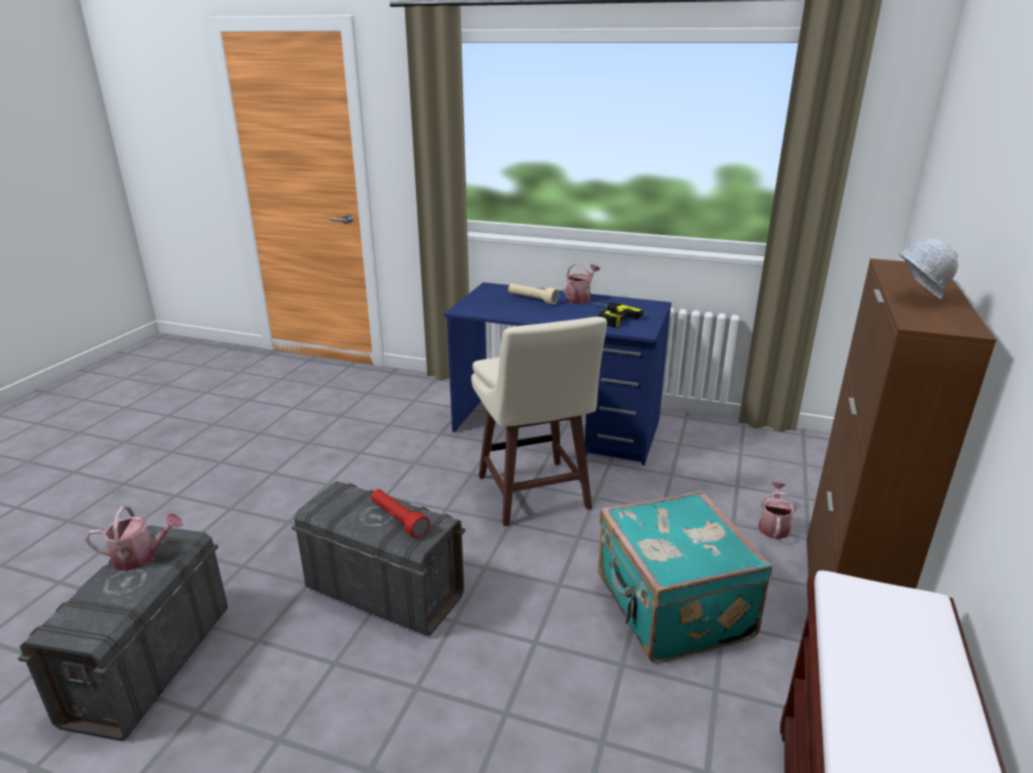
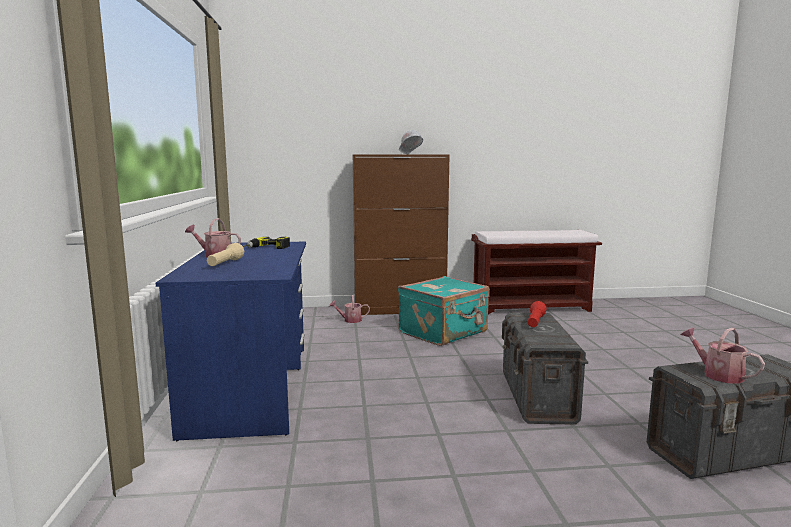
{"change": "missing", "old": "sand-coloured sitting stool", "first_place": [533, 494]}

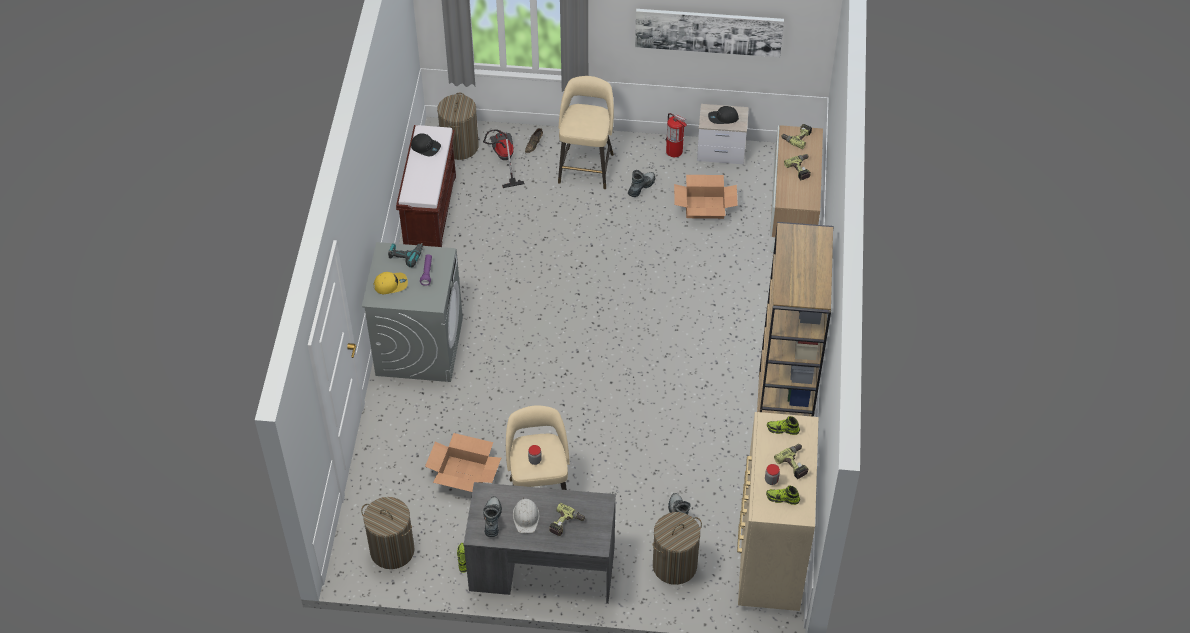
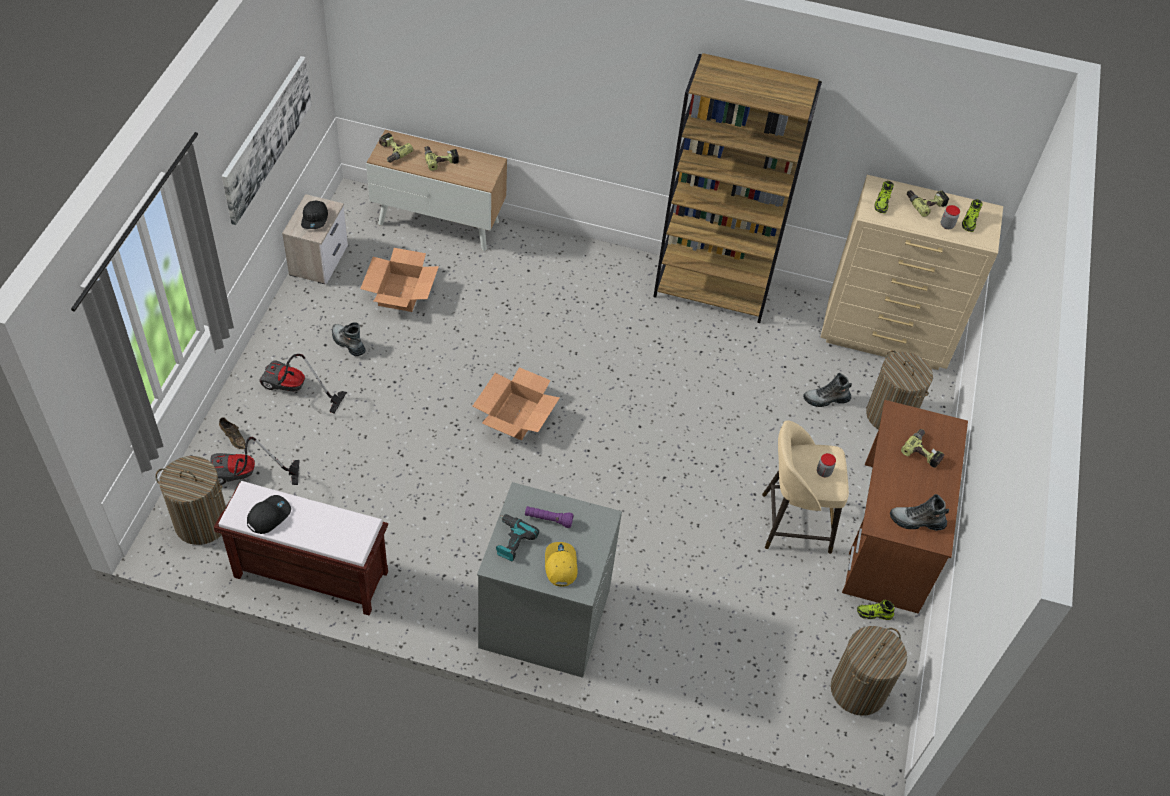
{"change": "relocated", "old": "packing box", "first_place": [464, 473], "second_place": [515, 416]}
{"change": "colour", "old": "greyish desk unit", "new": "brownish desk unit", "first_place": [542, 569], "second_place": [890, 536]}
{"change": "missing", "old": "white-coloured safety helmet", "first_place": [526, 517]}
{"change": "exchanged", "old": "sand-coloured sitting stool", "new": "hoover", "first_place": [586, 167], "second_place": [294, 390]}
{"change": "missing", "old": "fire extinguisher", "first_place": [674, 151]}

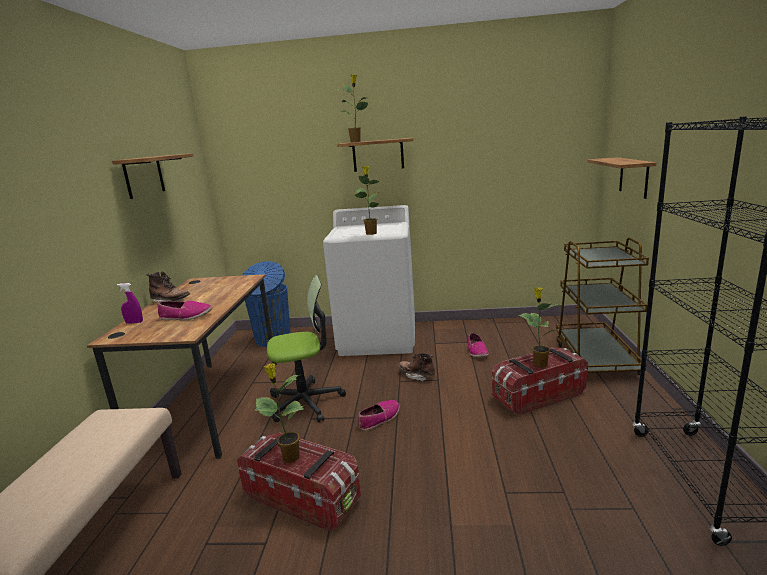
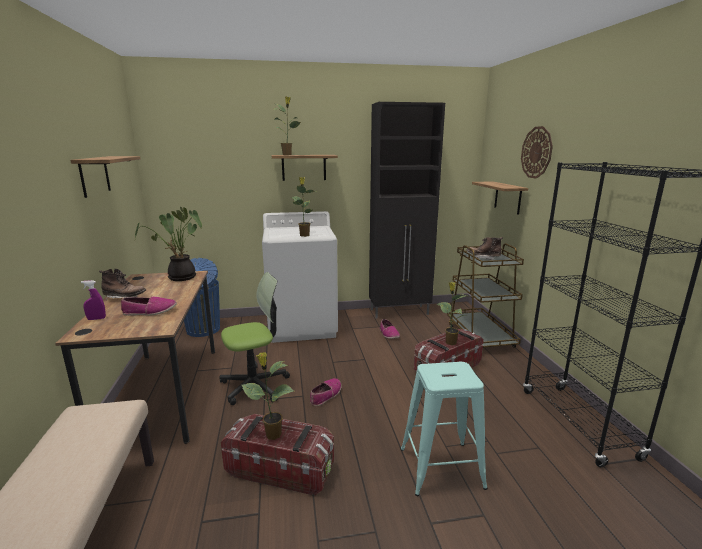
{"change": "relocated", "old": "brownish high-top boot", "first_place": [416, 375], "second_place": [483, 257]}
{"change": "appeared", "new": "plant in a pot", "second_place": [180, 278]}
{"change": "appeared", "new": "black-coloured cabinet", "second_place": [400, 312]}
{"change": "appeared", "new": "blue-green sitting stool", "second_place": [441, 468]}
{"change": "appeared", "new": "clock on the wall", "second_place": [536, 152]}

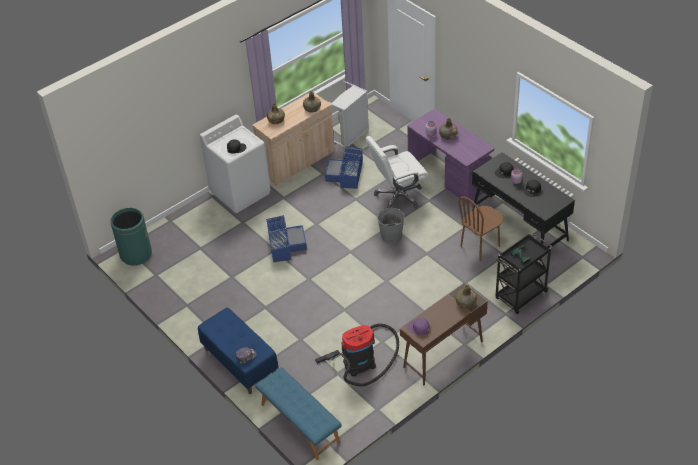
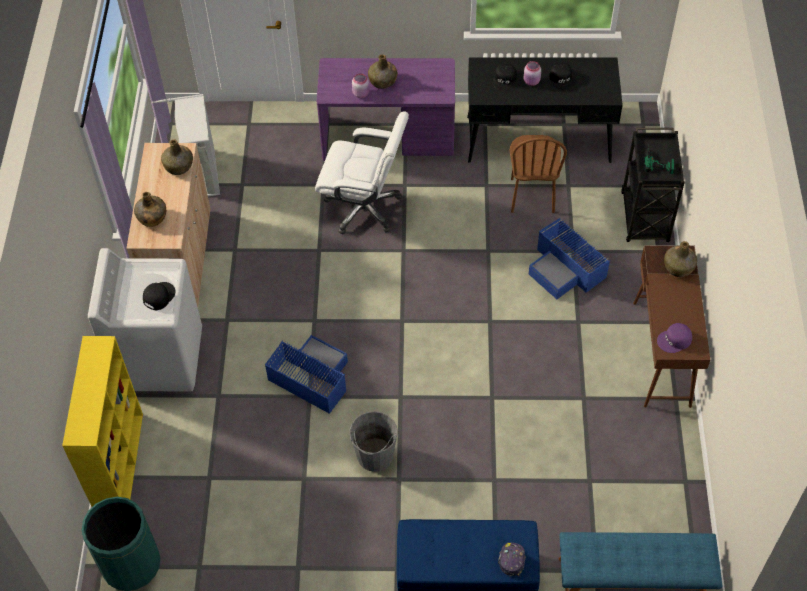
{"change": "missing", "old": "hoover", "first_place": [362, 362]}
{"change": "relocated", "old": "bluish storage box", "first_place": [346, 174], "second_place": [566, 269]}
{"change": "spun", "old": "white-coloured office chair", "first_place": [398, 196], "second_place": [364, 208], "degrees": -90}
{"change": "relocated", "old": "greyish pail", "first_place": [391, 236], "second_place": [375, 455]}
{"change": "appeared", "new": "yellow-coloured bookshelf", "second_place": [120, 463]}

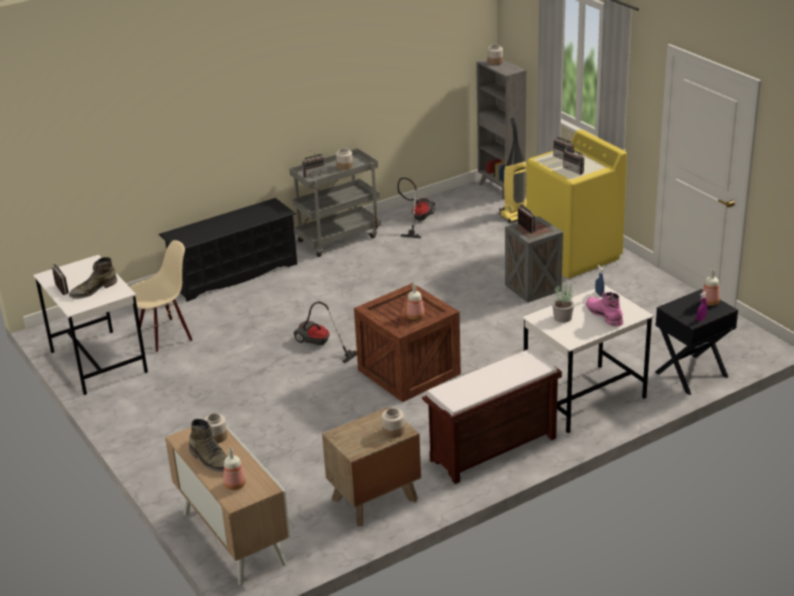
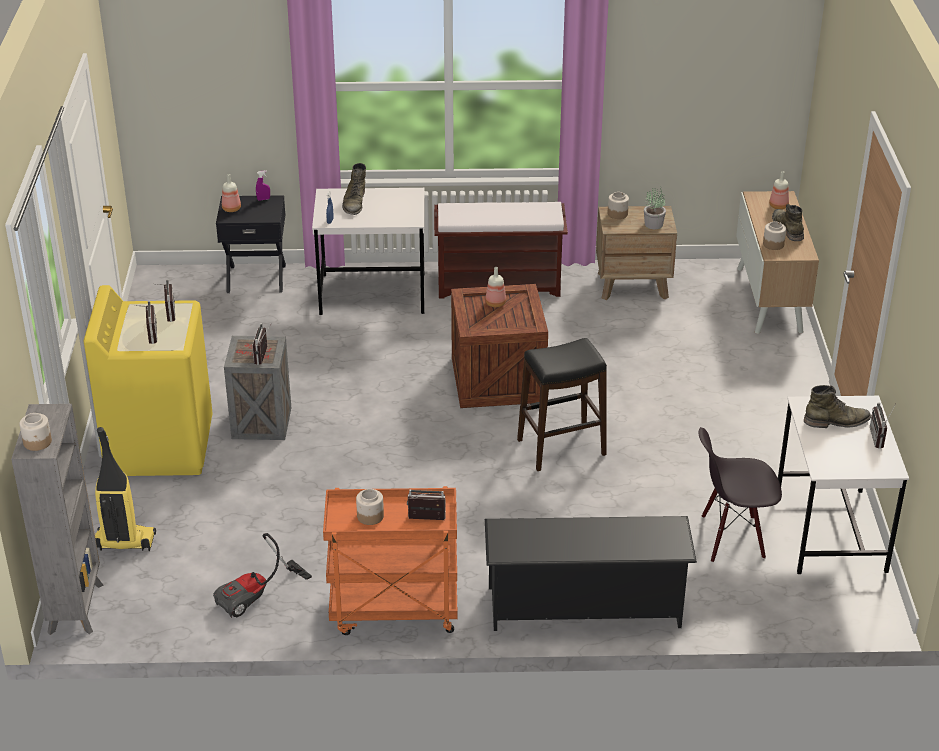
{"change": "colour", "old": "sand-coloured upright chair", "new": "black-coloured upright chair", "first_place": [165, 336], "second_place": [732, 538]}
{"change": "colour", "old": "greyish trolley", "new": "orange-coloured trolley", "first_place": [339, 238], "second_place": [393, 612]}
{"change": "exchanged", "old": "hoover", "new": "black-coloured sitting stool", "first_place": [319, 345], "second_place": [561, 447]}
{"change": "relocated", "old": "plant in a pot", "first_place": [563, 318], "second_place": [653, 224]}
{"change": "colour", "old": "pinkish high-top boot", "new": "greenish high-top boot", "first_place": [604, 315], "second_place": [354, 203]}

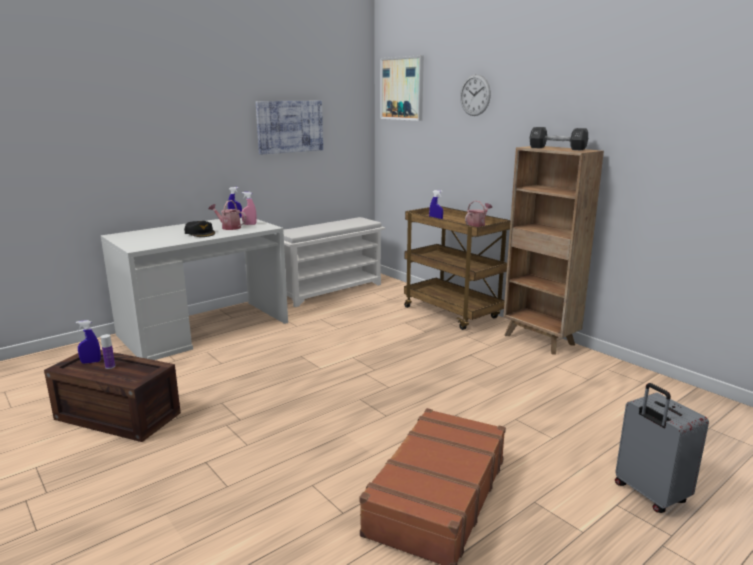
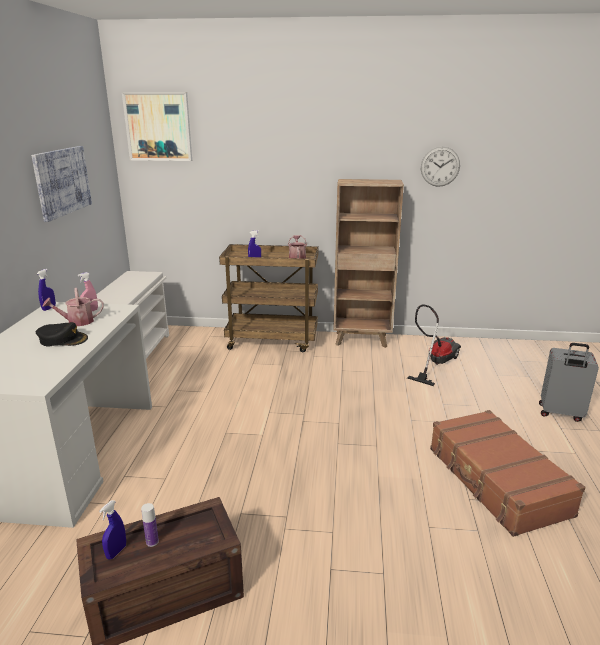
{"change": "relocated", "old": "clock on the wall", "first_place": [475, 95], "second_place": [440, 166]}
{"change": "missing", "old": "black-coloured dumbbell", "first_place": [557, 148]}
{"change": "appeared", "new": "hoover", "second_place": [434, 363]}

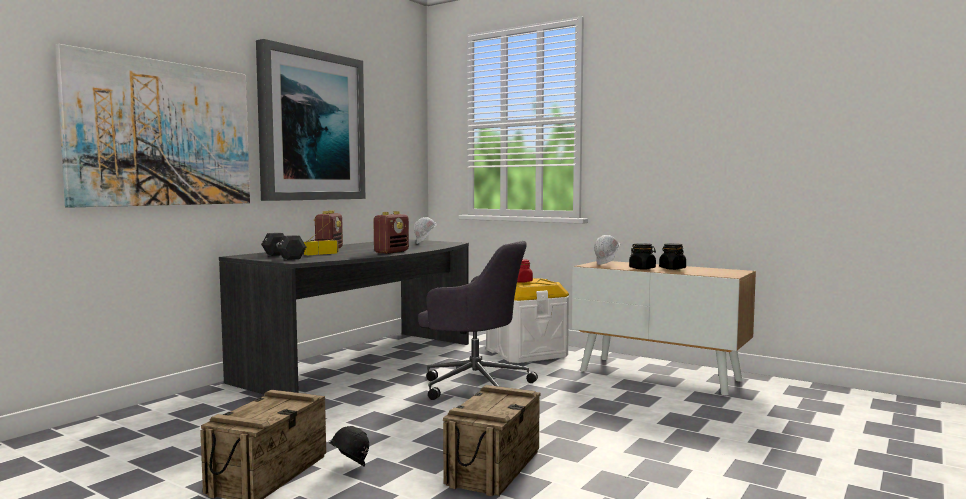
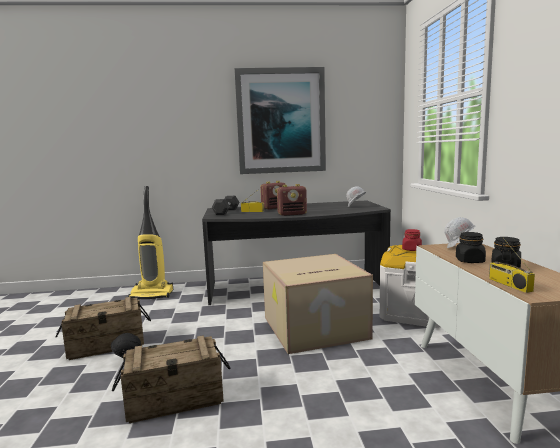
{"change": "missing", "old": "picture", "first_place": [162, 133]}
{"change": "exchanged", "old": "greyish office chair", "new": "packing box", "first_place": [474, 385], "second_place": [314, 328]}
{"change": "appeared", "new": "hoover", "second_place": [152, 294]}
{"change": "appeared", "new": "radio", "second_place": [508, 284]}

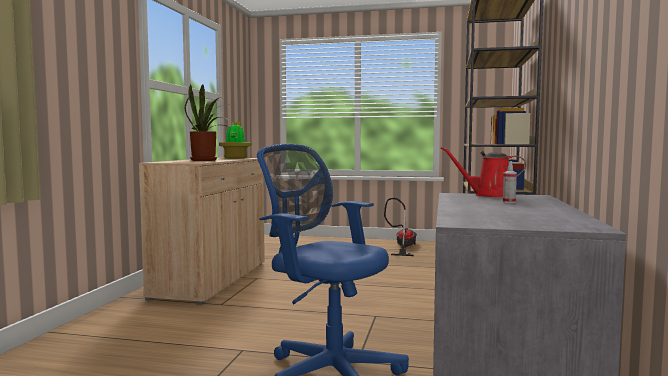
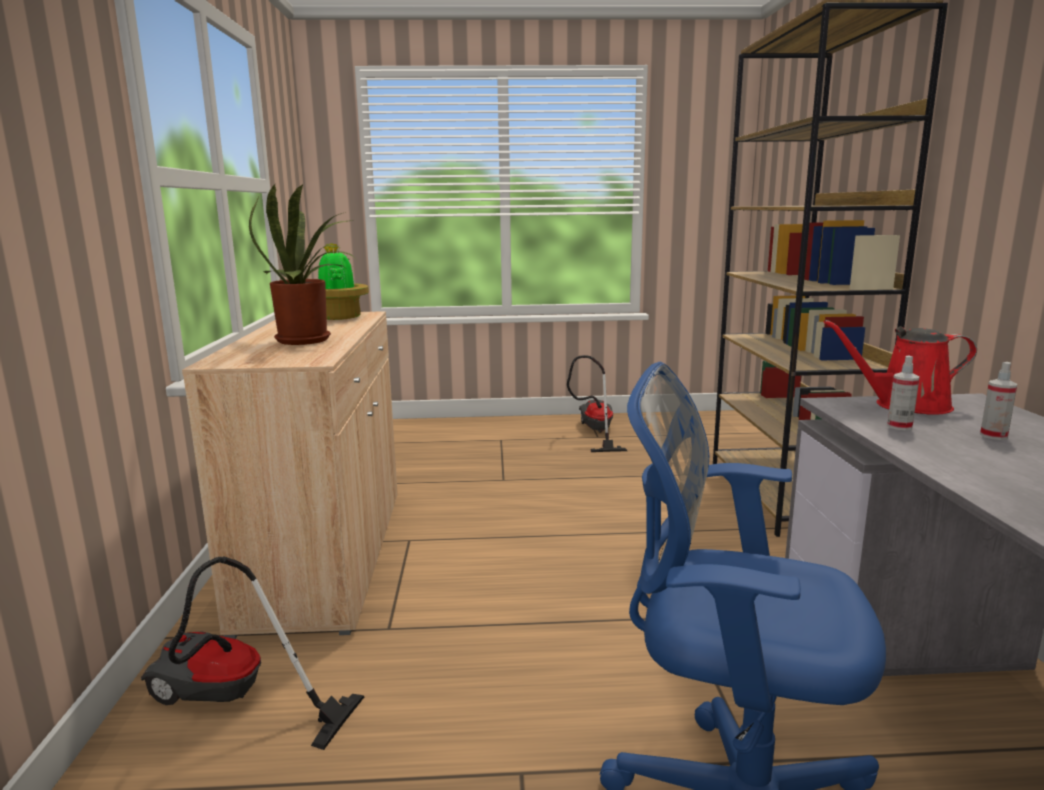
{"change": "appeared", "new": "hoover", "second_place": [231, 702]}
{"change": "appeared", "new": "hand sprayer", "second_place": [899, 426]}

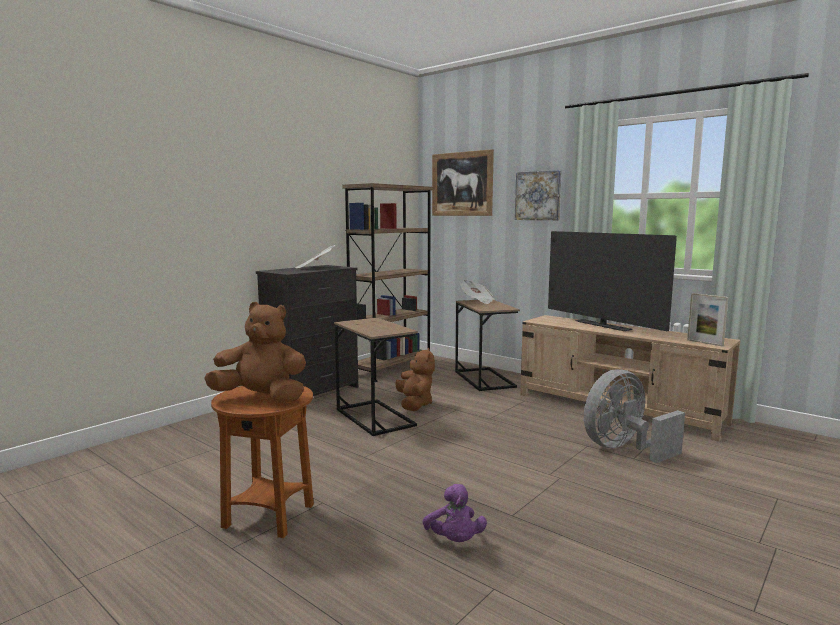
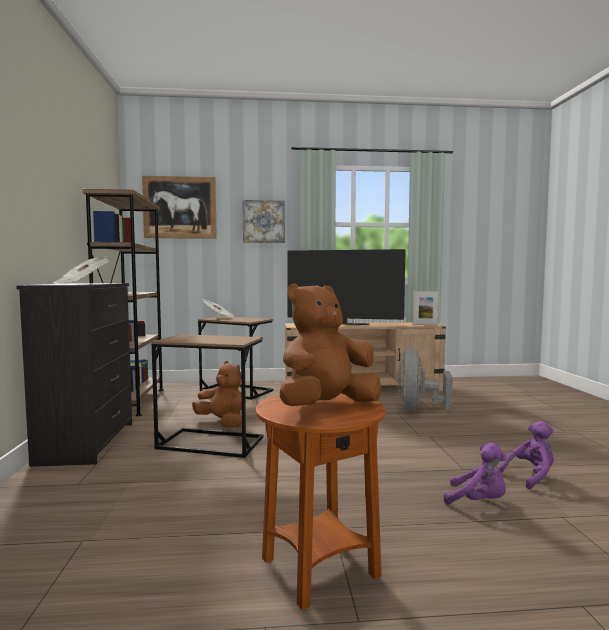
{"change": "appeared", "new": "purplish cuddly toy", "second_place": [531, 476]}

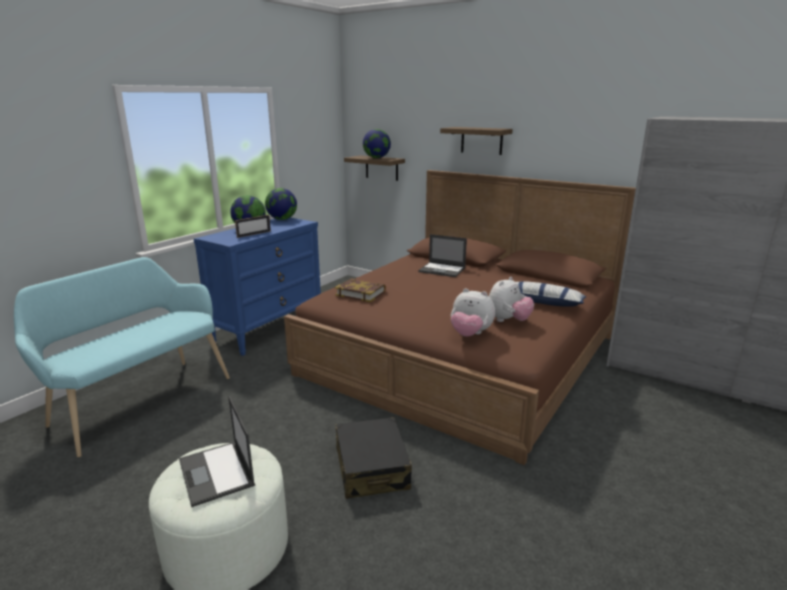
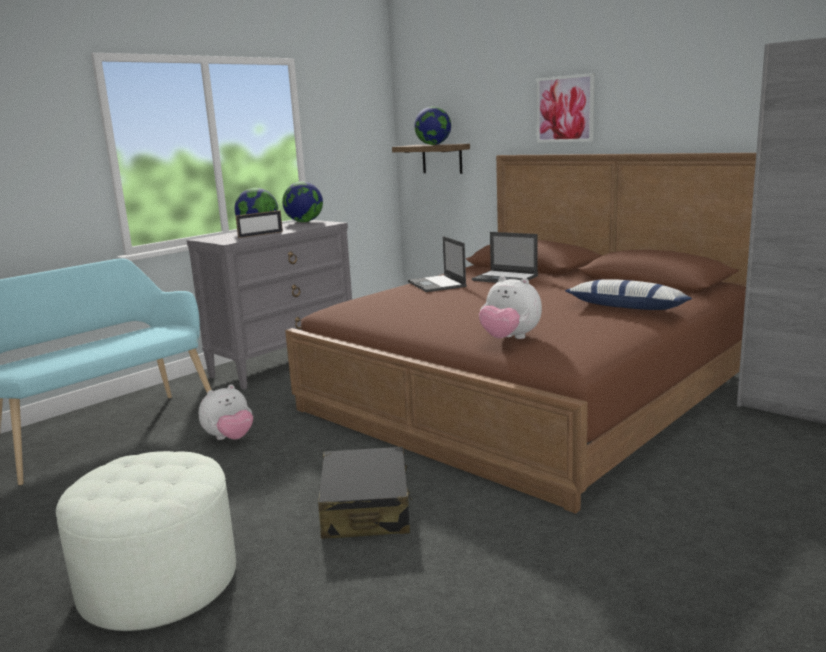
{"change": "relocated", "old": "portable computer", "first_place": [217, 473], "second_place": [437, 284]}
{"change": "colour", "old": "bluish chest of drawers", "new": "greyish chest of drawers", "first_place": [269, 329], "second_place": [285, 363]}
{"change": "missing", "old": "volume", "first_place": [360, 293]}
{"change": "exchanged", "old": "bracket shelf", "new": "picture", "first_place": [481, 140], "second_place": [565, 109]}
{"change": "relocated", "old": "cuddly toy", "first_place": [508, 320], "second_place": [230, 438]}

